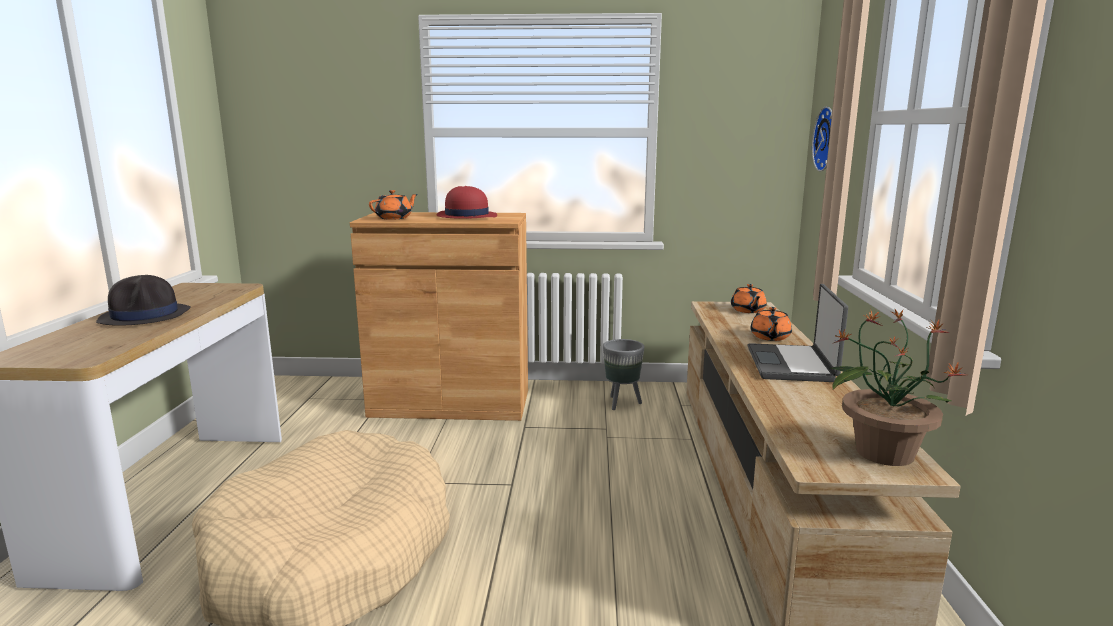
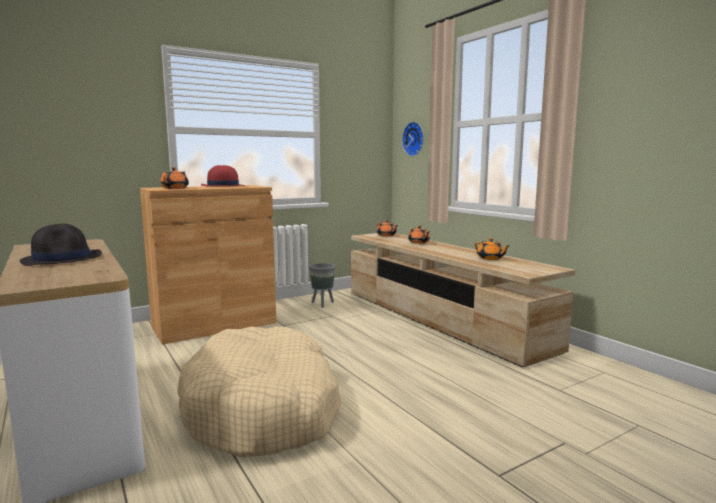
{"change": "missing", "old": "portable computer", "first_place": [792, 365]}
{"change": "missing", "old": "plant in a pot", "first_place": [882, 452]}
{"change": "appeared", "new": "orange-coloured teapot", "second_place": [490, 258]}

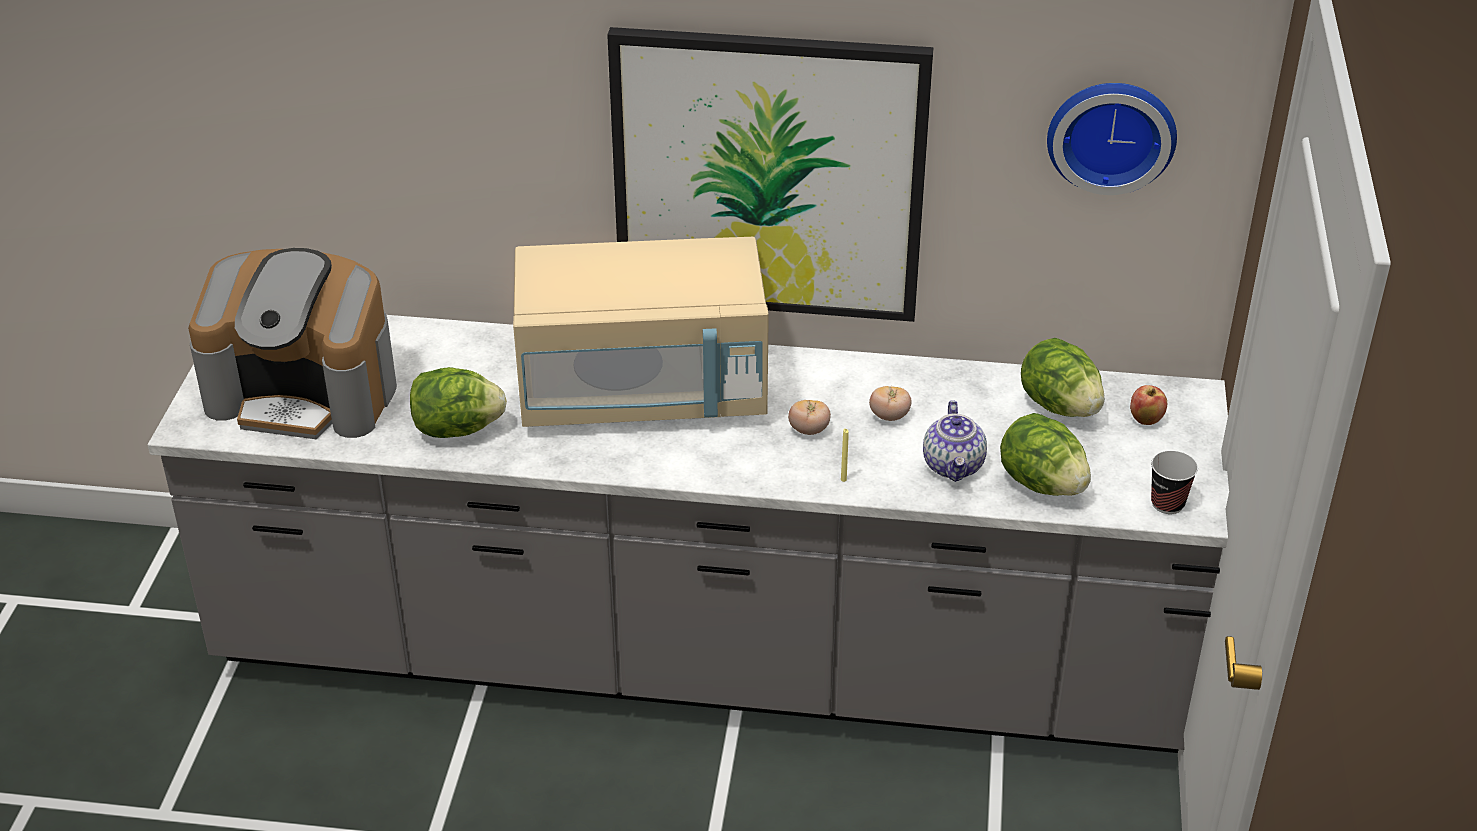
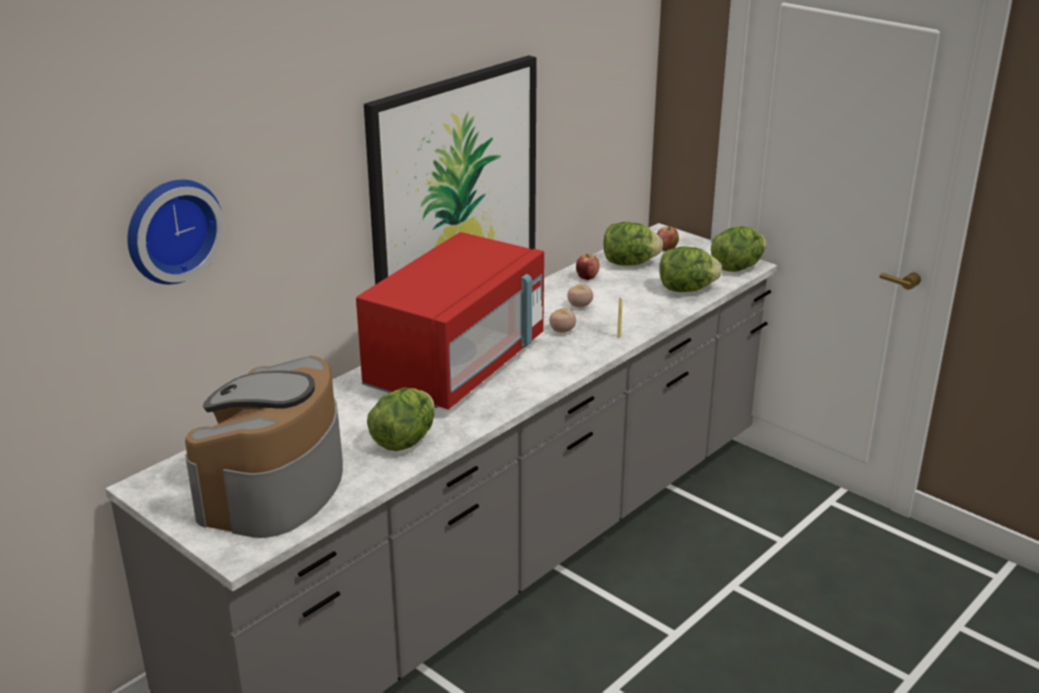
{"change": "spun", "old": "coffee machine", "first_place": [305, 392], "second_place": [274, 488], "degrees": 150}
{"change": "colour", "old": "sand-coloured microwave", "new": "red microwave", "first_place": [644, 392], "second_place": [457, 366]}
{"change": "missing", "old": "teapot", "first_place": [954, 466]}
{"change": "relocated", "old": "clock on the wall", "first_place": [1111, 133], "second_place": [171, 229]}
{"change": "exchanged", "old": "cup", "new": "head of lettuce", "first_place": [1167, 504], "second_place": [737, 268]}
{"change": "appeared", "new": "apple", "second_place": [587, 277]}

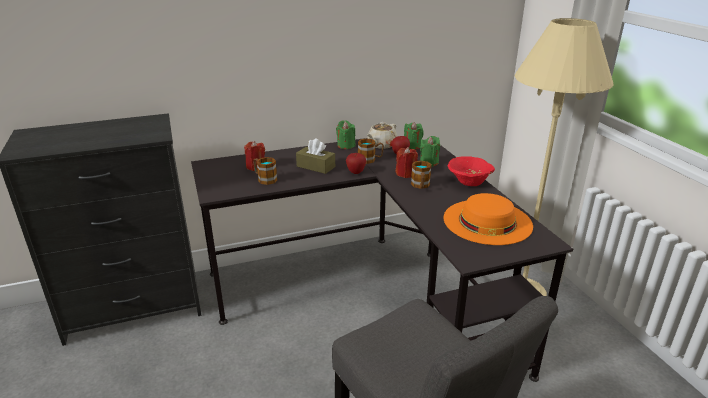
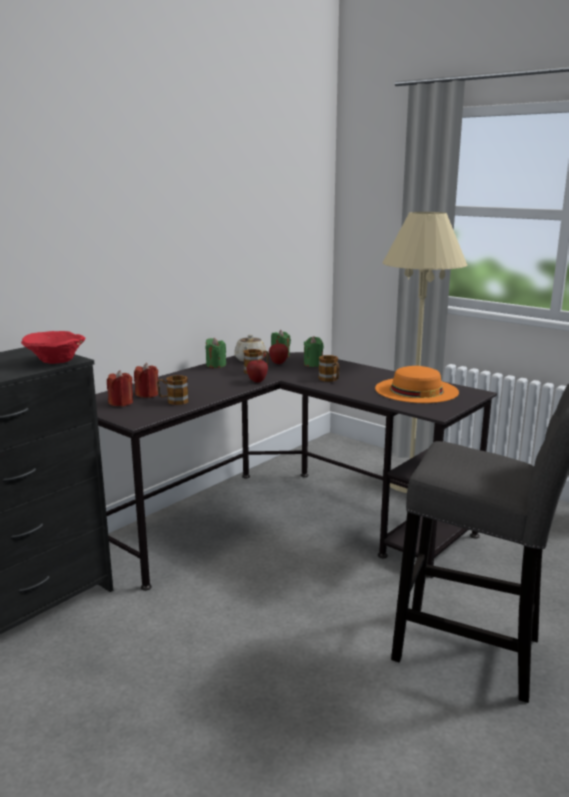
{"change": "missing", "old": "brownish tissue box", "first_place": [316, 166]}
{"change": "relocated", "old": "red candle", "first_place": [405, 174], "second_place": [121, 403]}
{"change": "relocated", "old": "red serving bowl", "first_place": [469, 182], "second_place": [56, 361]}

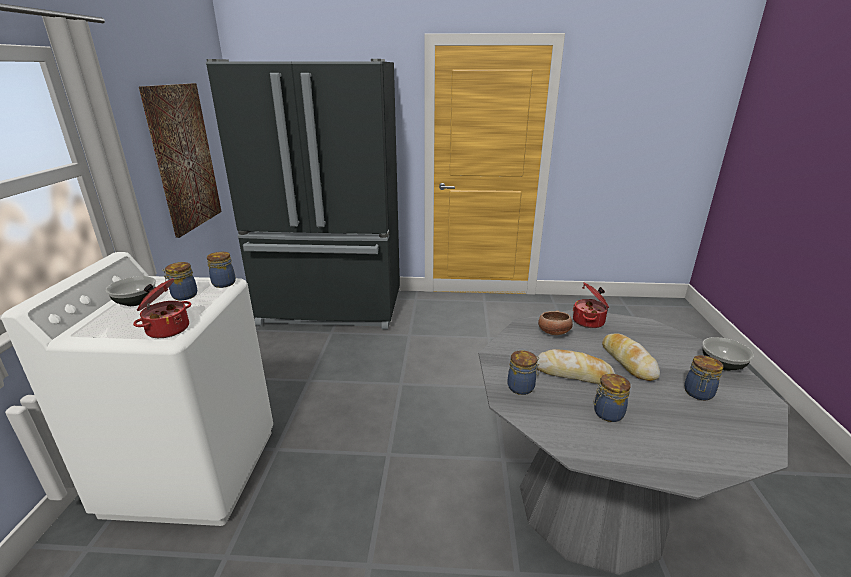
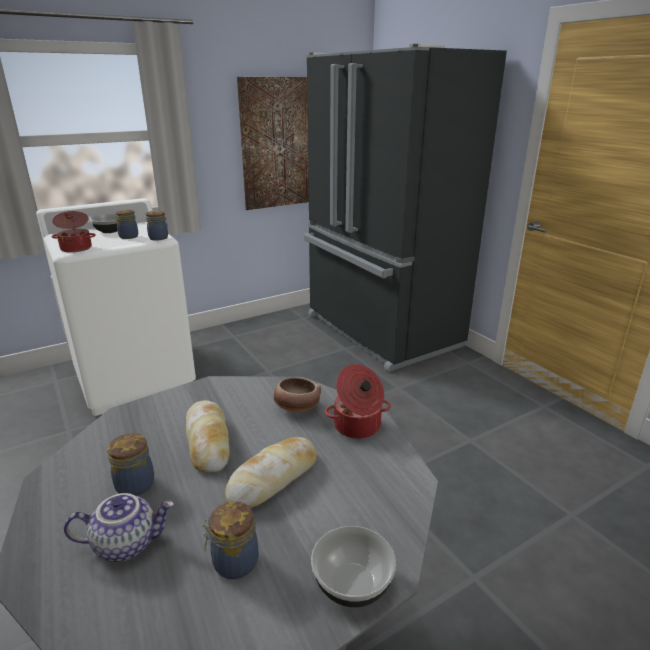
{"change": "missing", "old": "preserve jar", "first_place": [522, 387]}
{"change": "appeared", "new": "teapot", "second_place": [127, 543]}

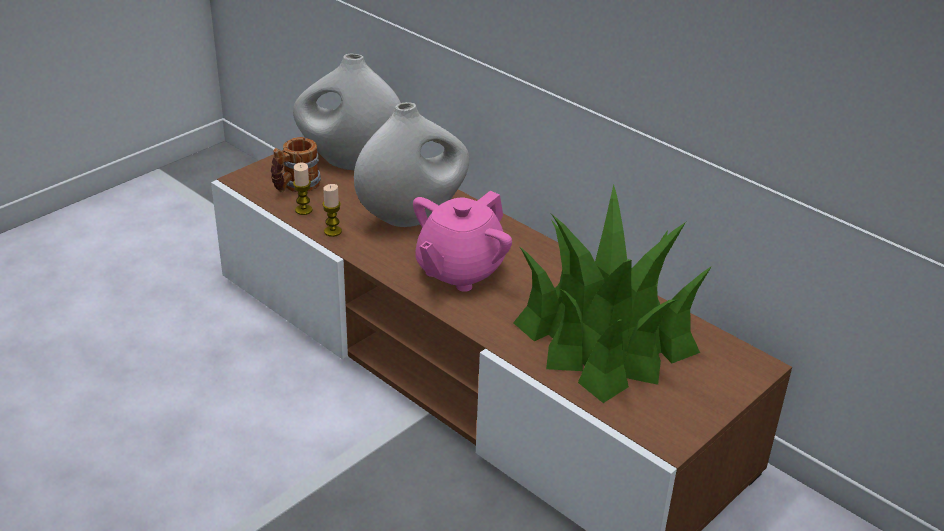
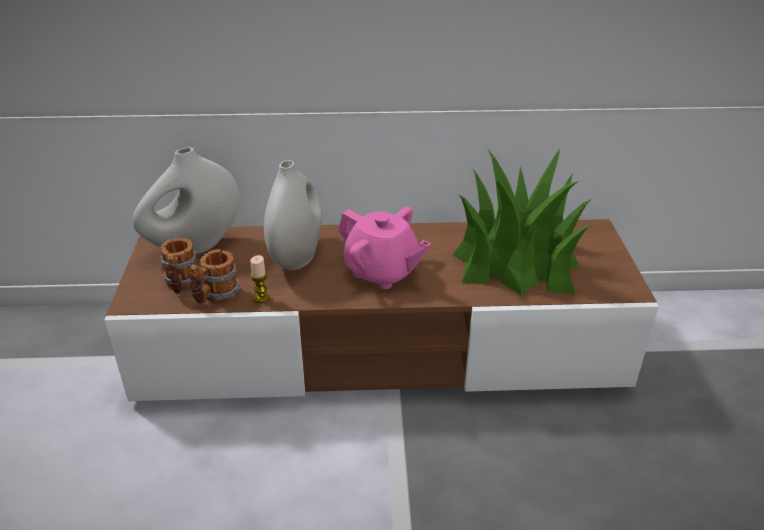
{"change": "exchanged", "old": "candle", "new": "tea mug", "first_place": [303, 210], "second_place": [216, 296]}
{"change": "spun", "old": "pinkish teapot", "first_place": [459, 270], "second_place": [382, 272], "degrees": -45}

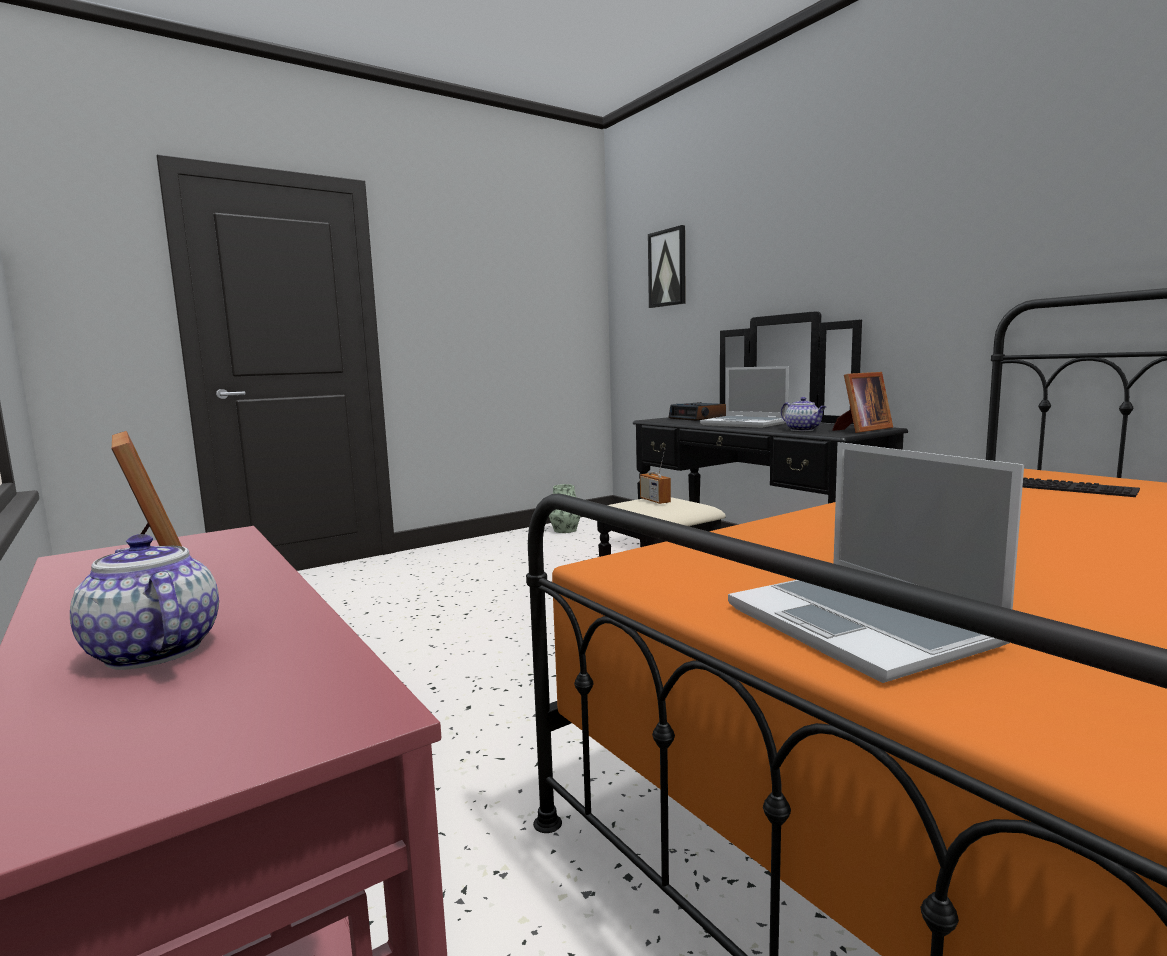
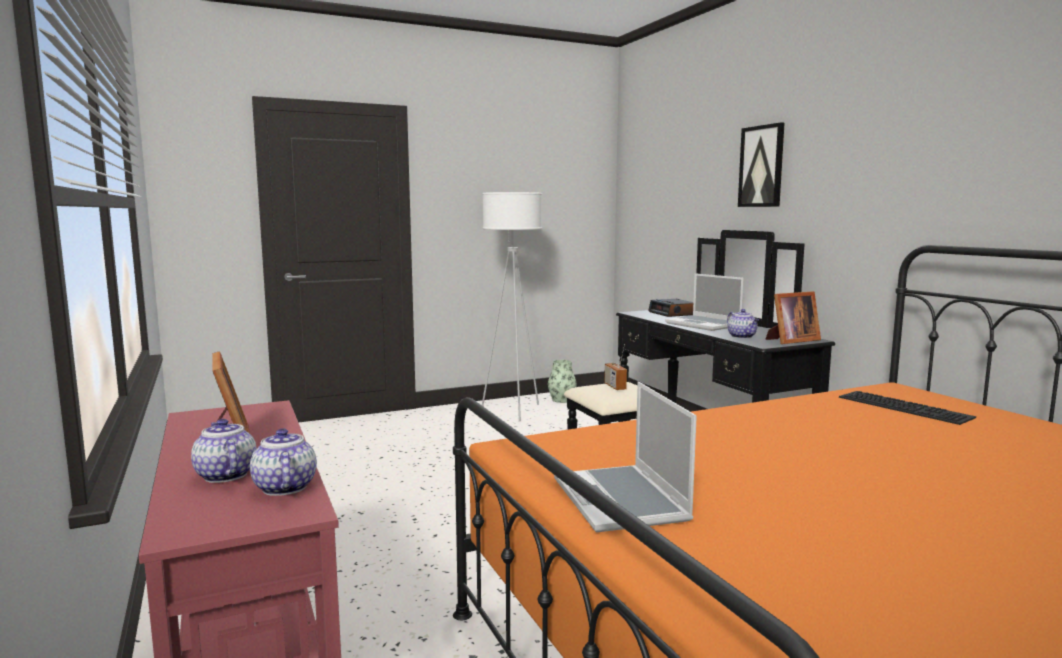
{"change": "relocated", "old": "picture", "first_place": [667, 268], "second_place": [762, 166]}
{"change": "appeared", "new": "teapot", "second_place": [284, 487]}
{"change": "appeared", "new": "white-coloured standard lamp", "second_place": [513, 411]}

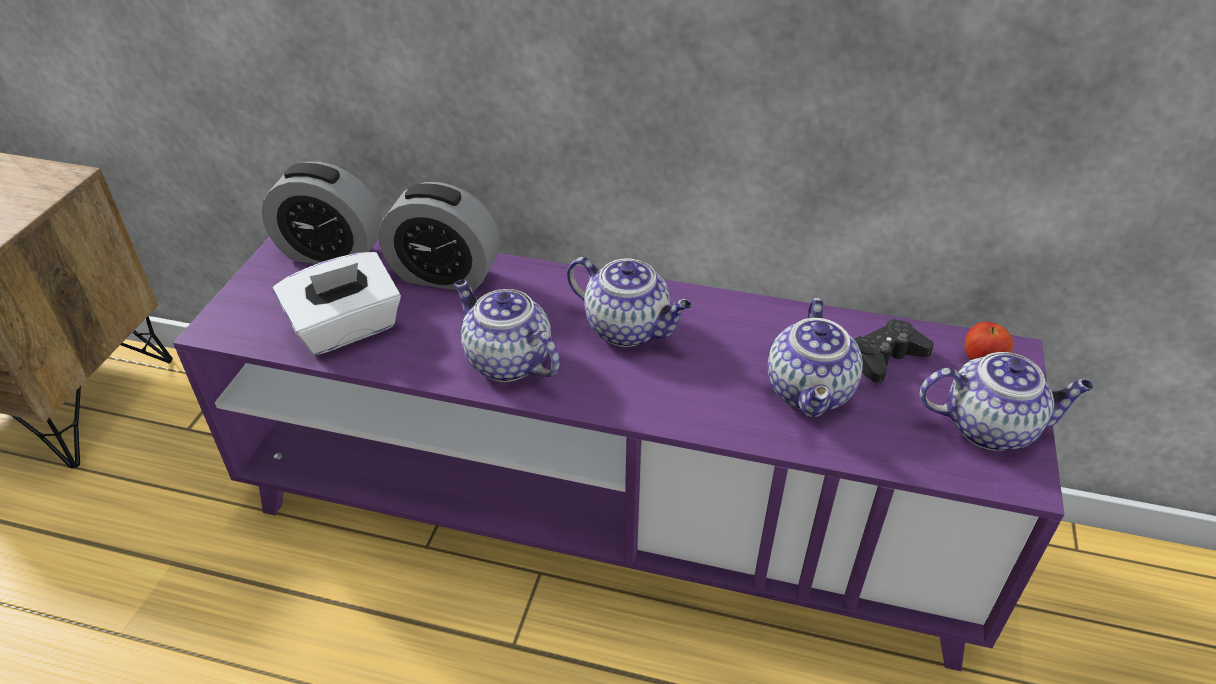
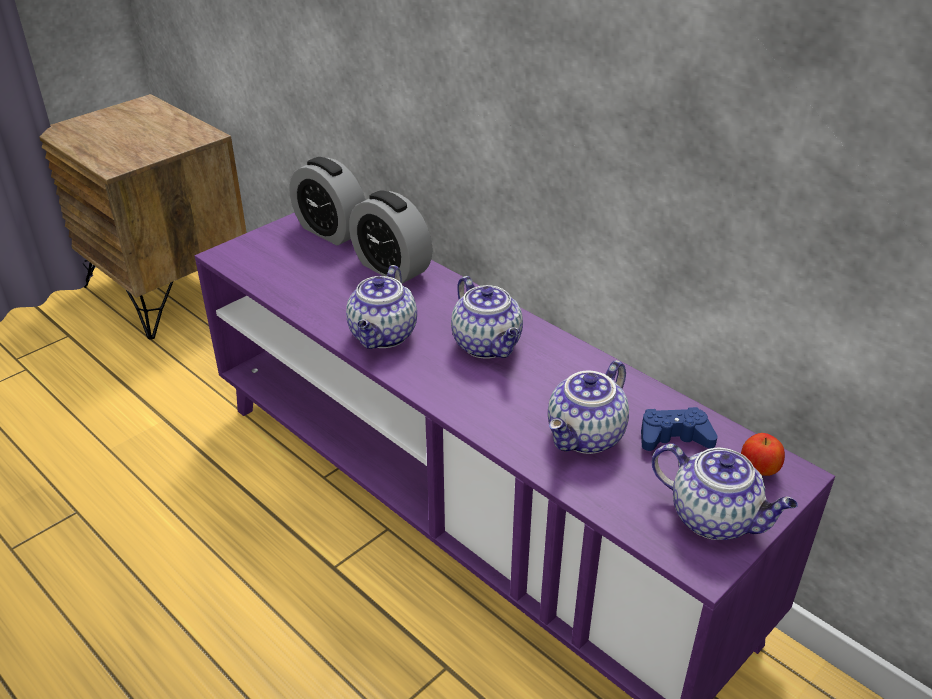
{"change": "missing", "old": "white-coloured tissue box", "first_place": [347, 329]}
{"change": "spun", "old": "teapot", "first_place": [506, 361], "second_place": [383, 336], "degrees": -150}
{"change": "colour", "old": "black-coloured gamepad", "new": "bluish gamepad", "first_place": [886, 358], "second_place": [674, 437]}

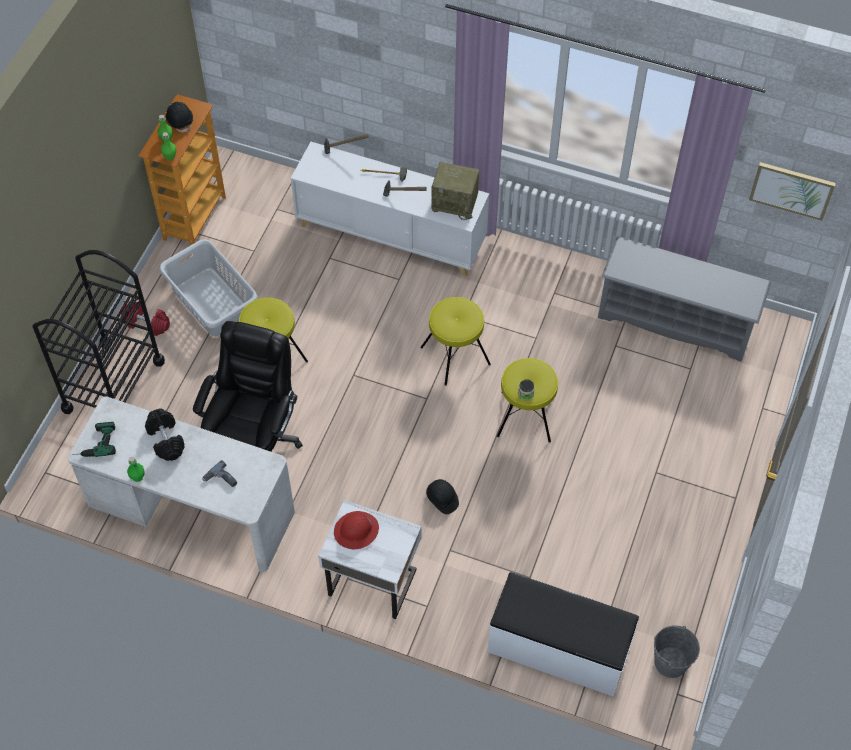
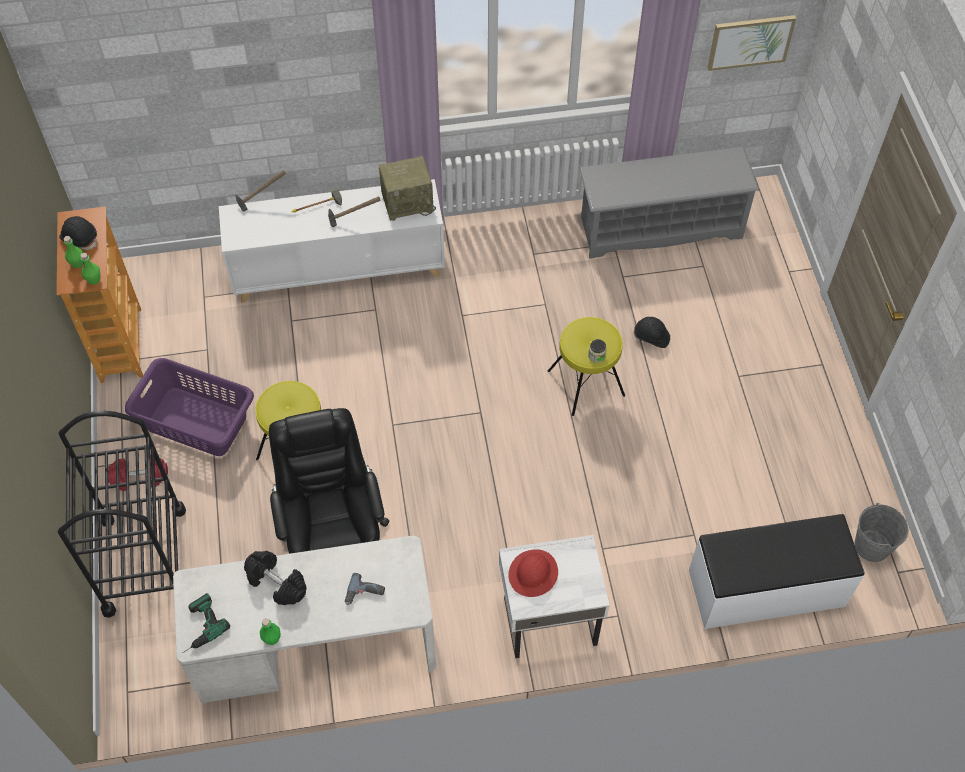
{"change": "colour", "old": "greyish hamper", "new": "purplish hamper", "first_place": [212, 301], "second_place": [196, 421]}
{"change": "missing", "old": "yellow-coloured sitting stool", "first_place": [455, 355]}
{"change": "relocated", "old": "black-coloured safety helmet", "first_place": [442, 499], "second_place": [651, 337]}

